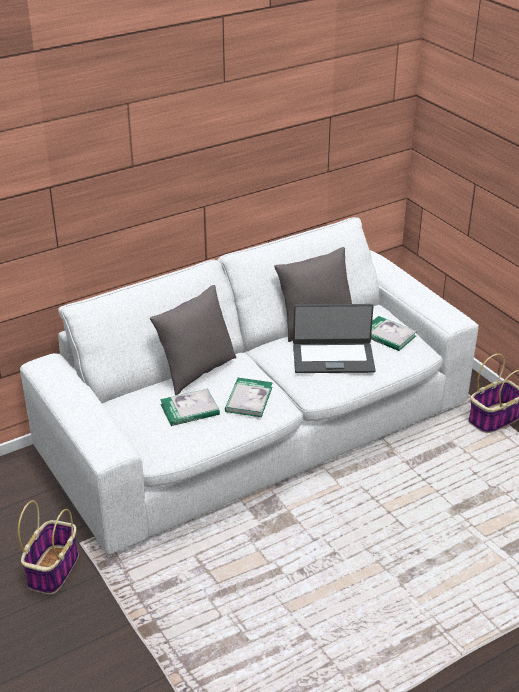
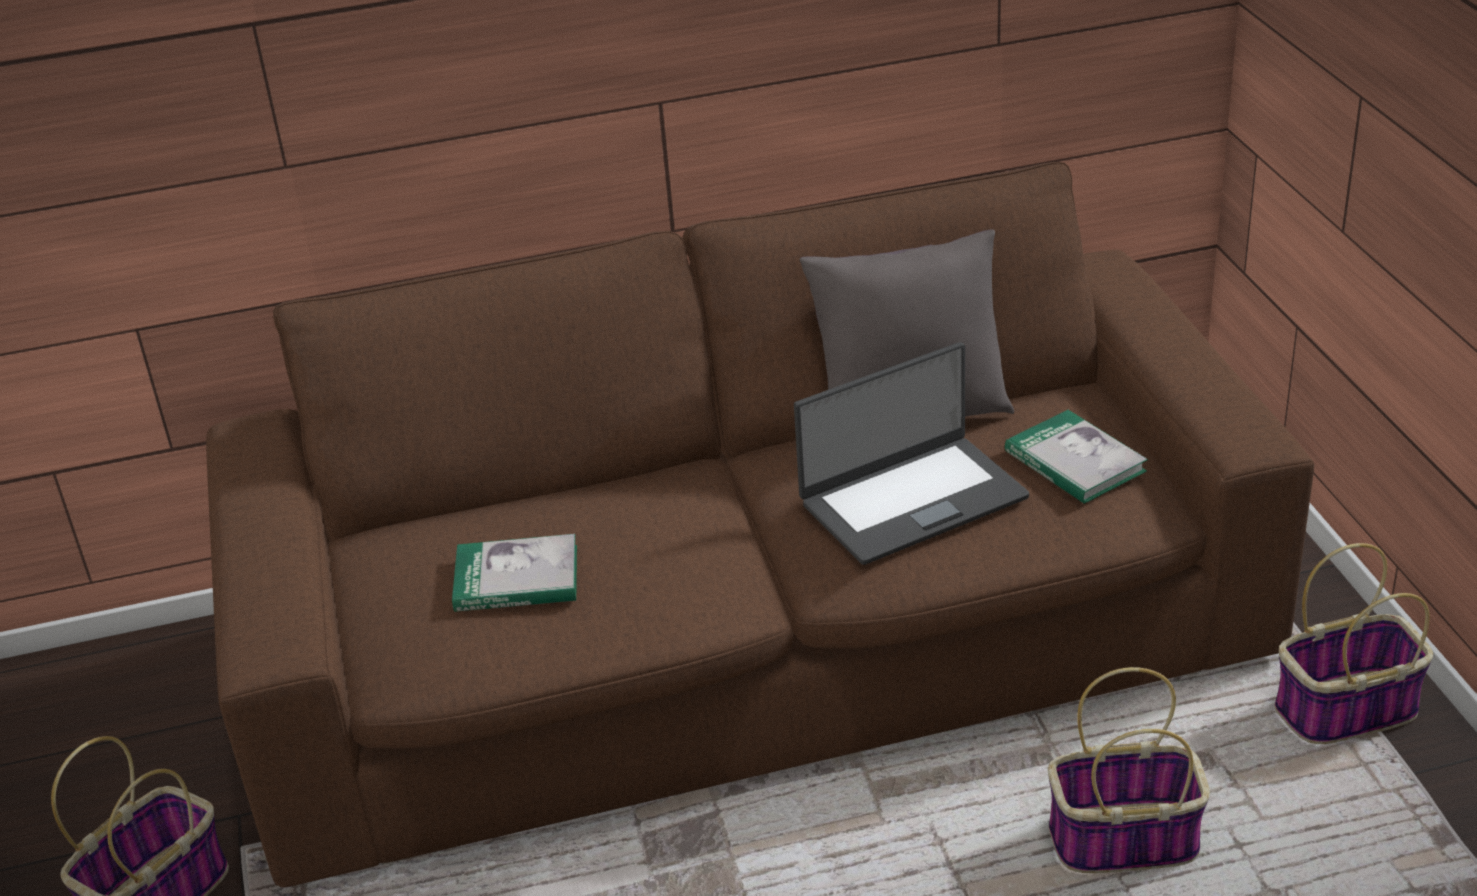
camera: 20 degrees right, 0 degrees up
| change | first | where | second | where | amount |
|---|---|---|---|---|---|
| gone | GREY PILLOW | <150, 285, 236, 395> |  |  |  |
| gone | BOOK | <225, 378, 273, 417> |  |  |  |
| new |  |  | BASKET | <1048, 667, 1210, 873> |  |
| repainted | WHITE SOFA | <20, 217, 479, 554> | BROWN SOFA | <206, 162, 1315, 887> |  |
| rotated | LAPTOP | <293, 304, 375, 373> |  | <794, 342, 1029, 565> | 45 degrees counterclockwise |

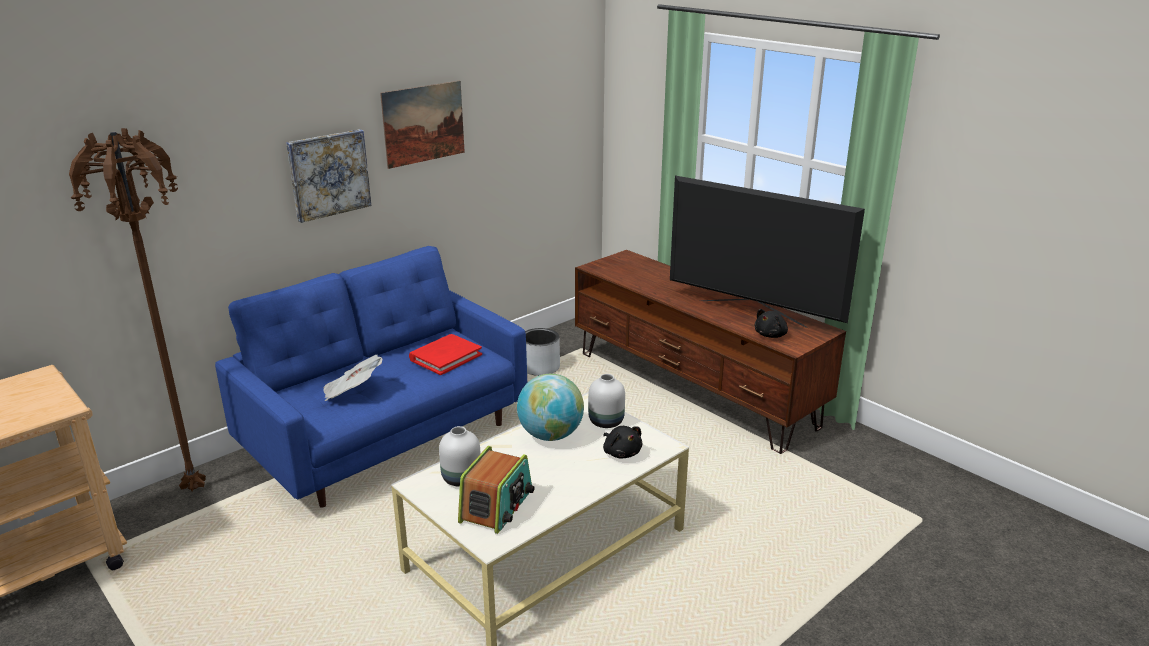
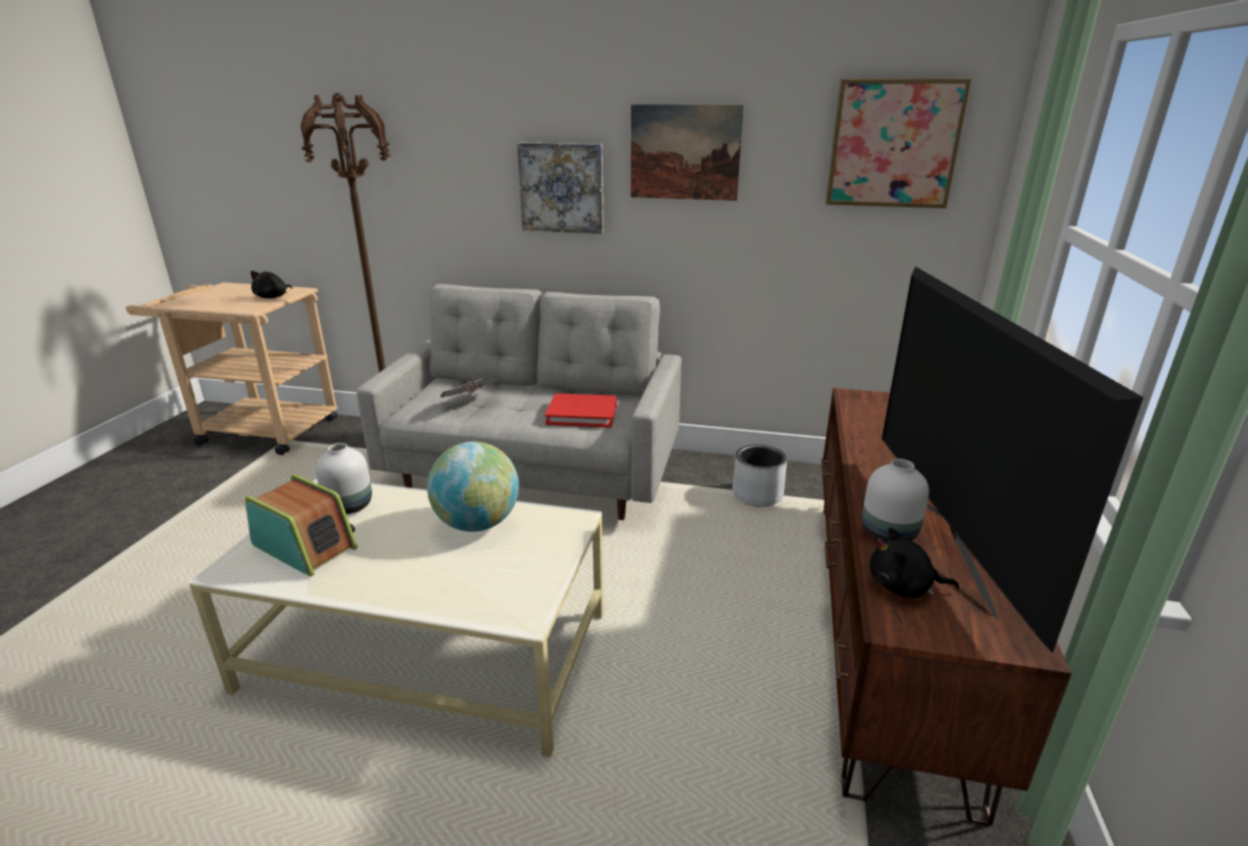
camera: 55 degrees right, 0 degrees up
| change | first | where | second | where | amount |
|---|---|---|---|---|---|
| new |  |  | PICTURE | <826, 79, 972, 208> |  |
| shifted | WHITE VASE | <588, 374, 625, 428> |  | <862, 459, 929, 542> |  |
| shifted | BLACK PLUSH TOY | <603, 426, 642, 458> |  | <251, 270, 292, 298> |  |
| repainted | BLUE SOFA | <215, 246, 527, 508> | GREY SOFA | <357, 284, 682, 520> |  |
| rotated | RADIO | <458, 446, 535, 534> |  | <245, 474, 358, 576> | 135 degrees counterclockwise |

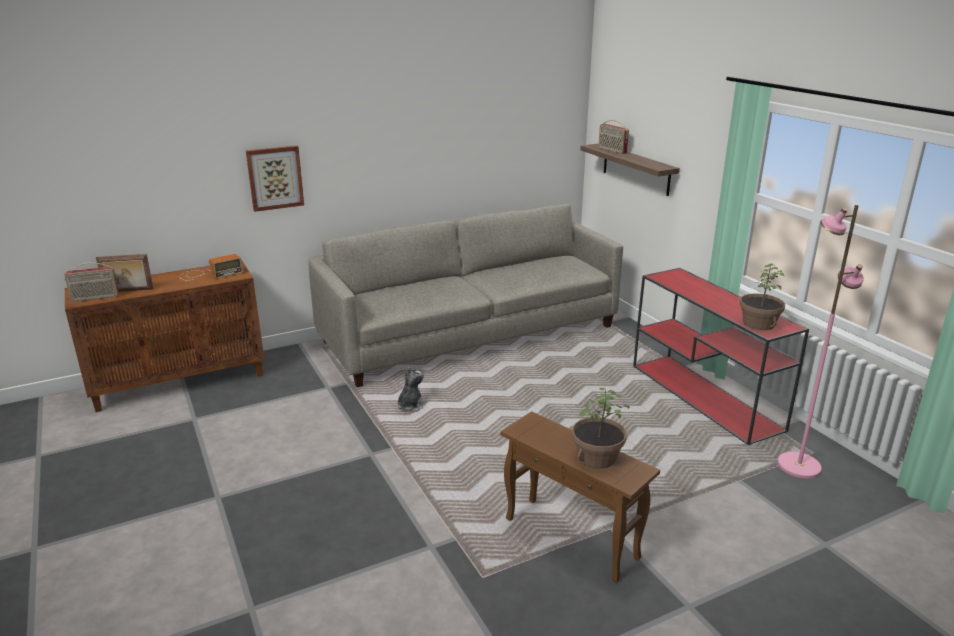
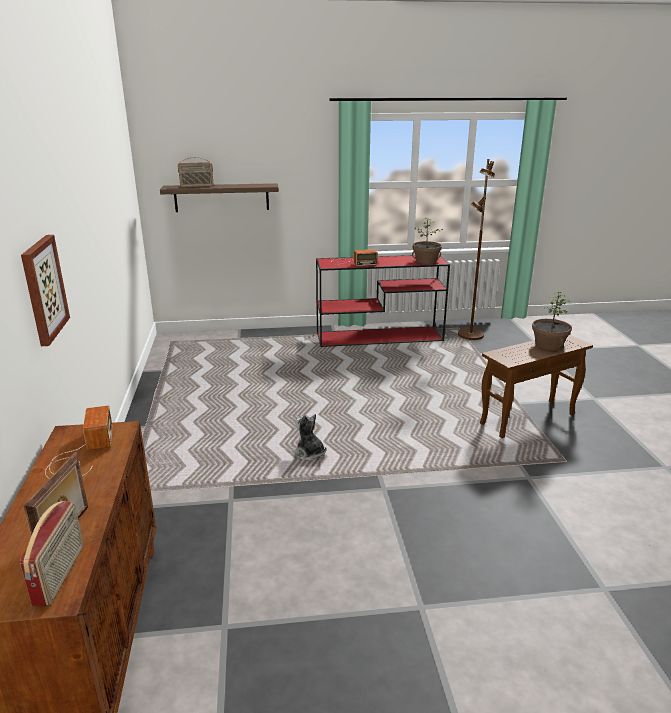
camera: 70 degrees left, 0 degrees up
| change | first | where | second | where | amount |
|---|---|---|---|---|---|
| gone | GREY SOFA | <308, 203, 623, 387> |  |  |  |
| new |  |  | RADIO | <332, 249, 378, 266> |  |
| repainted | PINK FLOOR LAMP | <778, 204, 864, 479> | BROWN FLOOR LAMP | <458, 159, 495, 340> |  |

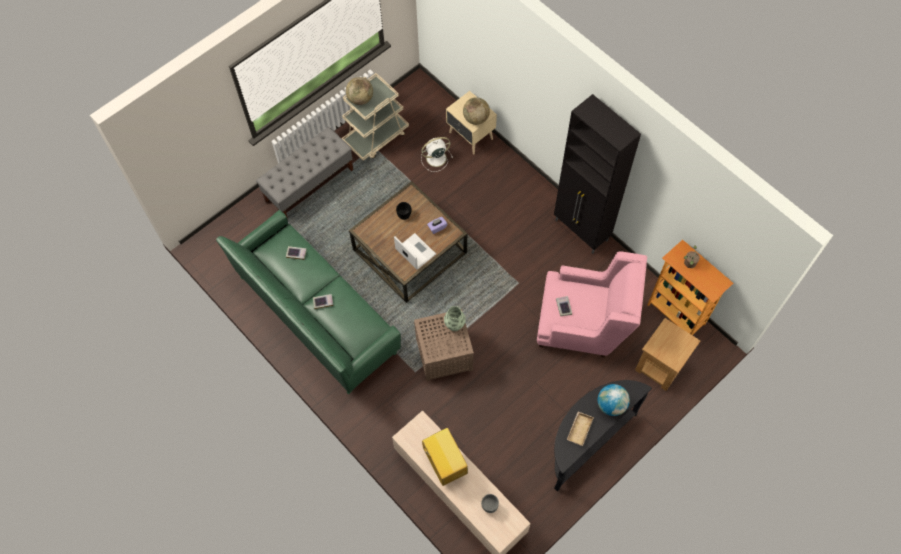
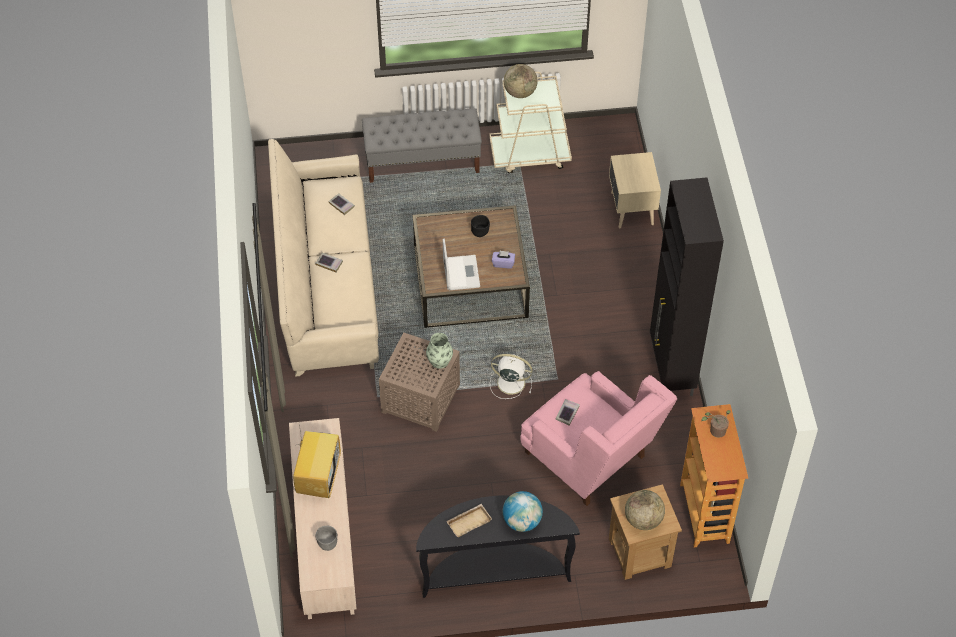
camera: 35 degrees right, 10 degrees down
| change | first | where | second | where | amount |
|---|---|---|---|---|---|
| shifted | WHITE FAN | <421, 137, 453, 172> |  | <490, 354, 532, 399> |  |
| shifted | GLOBE | <463, 97, 490, 125> |  | <625, 490, 665, 530> |  |
| repainted | GREEN SOFA | <216, 210, 401, 394> | BEIGE SOFA | <268, 139, 379, 377> |  |

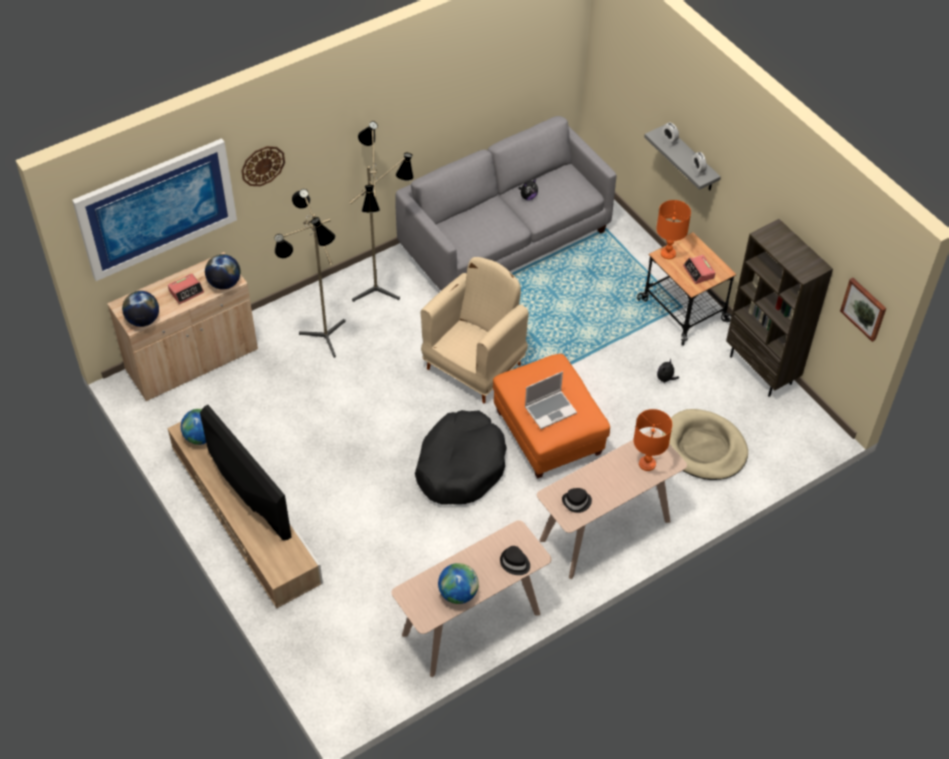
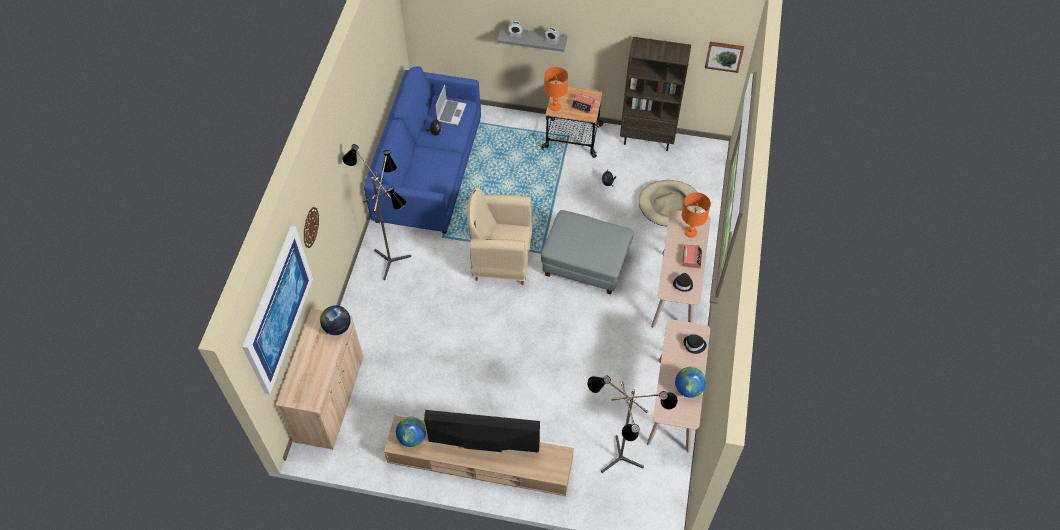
camera: 45 degrees left, 5 degrees up
| change | first | where | second | where | amount |
|---|---|---|---|---|---|
| gone | GLOBE | <122, 291, 159, 327> |  |  |  |
| gone | BLACK DOG BED | <415, 410, 507, 505> |  |  |  |
| shifted | ALARM CLOCK | <168, 273, 204, 304> |  | <682, 244, 702, 268> |  |
| shifted | FLOOR LAMP | <274, 189, 346, 358> |  | <587, 376, 678, 473> |  |
| shifted | LAPTOP | <525, 371, 577, 429> |  | <435, 85, 466, 125> |  |
| repainted | GREY SOFA | <395, 116, 617, 291> | BLUE SOFA | <364, 66, 481, 234> |  |
| repainted | ORANGE OTTOMAN | <493, 354, 610, 479> | GREY OTTOMAN | <541, 210, 634, 294> |  |
| rotated | BEIGE ARMCHAIR | <421, 257, 529, 403> |  | <467, 188, 533, 285> | 75 degrees counterclockwise |

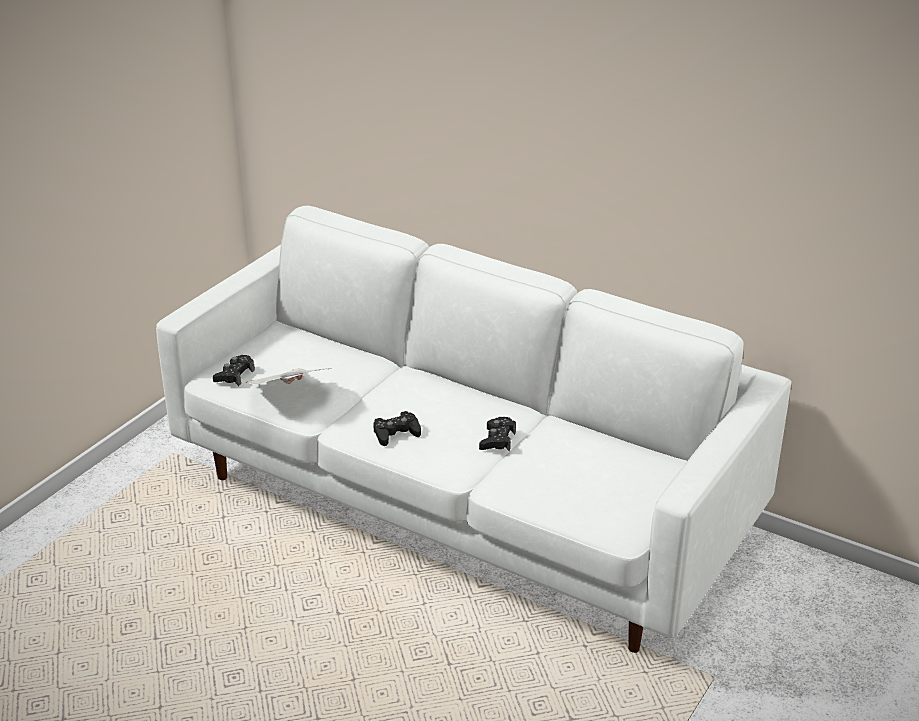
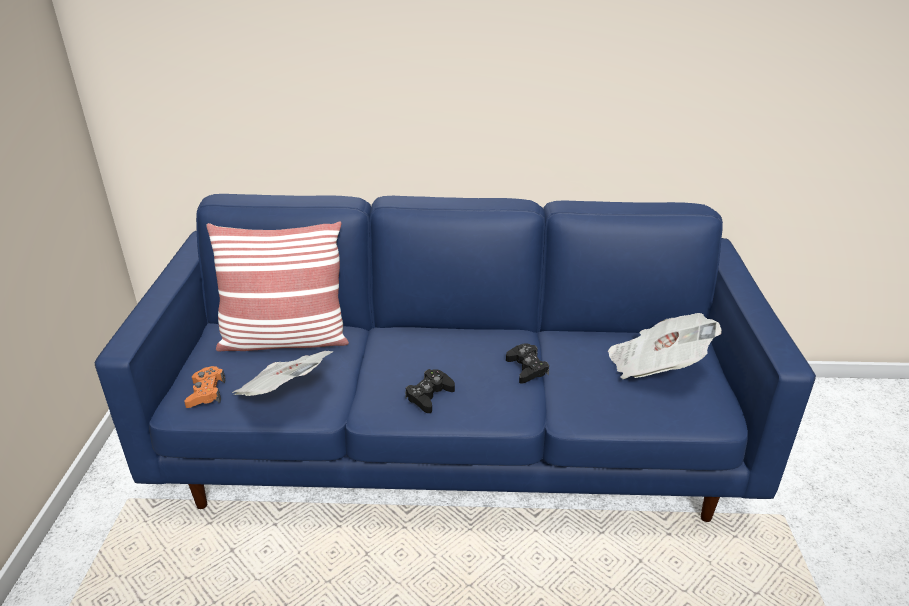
camera: 30 degrees left, 0 degrees up
| change | first | where | second | where | amount |
|---|---|---|---|---|---|
| new |  |  | PILLOW | <207, 221, 349, 351> |  |
| new |  |  | NEWSPAPER | <608, 313, 722, 379> |  |
| repainted | WHITE SOFA | <156, 206, 791, 653> | BLUE SOFA | <95, 194, 816, 522> |  |
| repainted | BLACK GAME CONTROLLER | <213, 355, 255, 386> | ORANGE GAME CONTROLLER | <184, 366, 225, 408> |  |

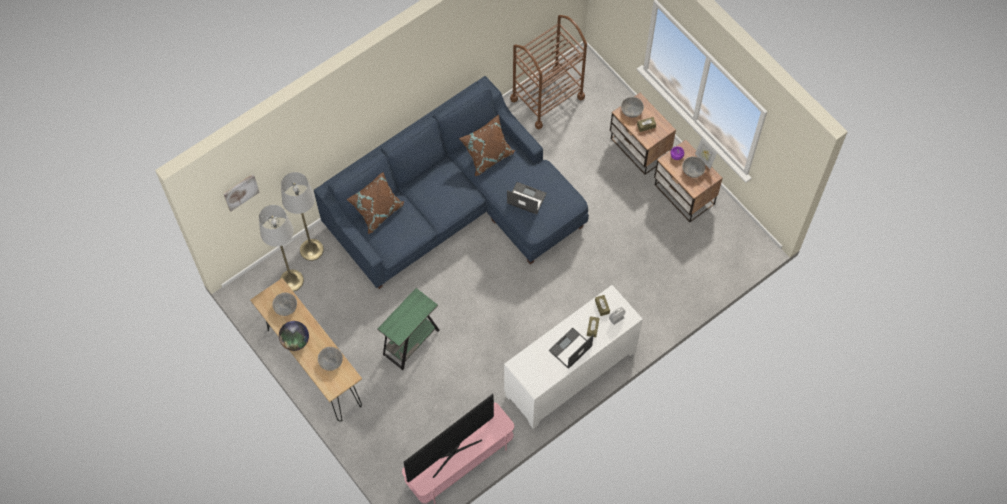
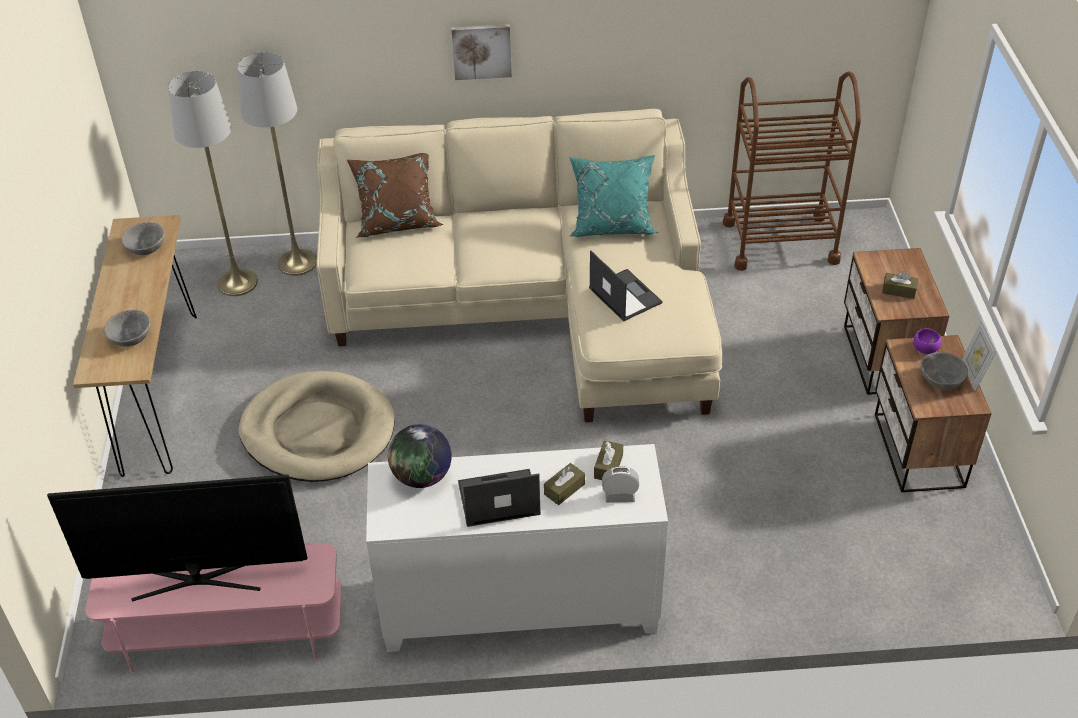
camera: 35 degrees right, 20 degrees down
| change | first | where | second | where | amount |
|---|---|---|---|---|---|
| gone | GREY BOWL | <621, 97, 644, 118> |  |  |  |
| shifted | PICTURE | <223, 174, 260, 211> |  | <451, 24, 512, 80> |  |
| shifted | GLOBE | <279, 321, 309, 351> |  | <388, 424, 452, 488> |  |
| swapped | GREEN SIDE TABLE | <377, 288, 439, 370> | BEIGE DOG BED | <238, 371, 395, 482> |  |
| repainted | BLUE SOFA | <314, 76, 589, 289> | BEIGE SOFA | <316, 109, 722, 422> |  |
| repainted | BROWN PILLOW | <459, 114, 515, 176> | TURQUOISE PILLOW | <569, 155, 658, 237> |  |

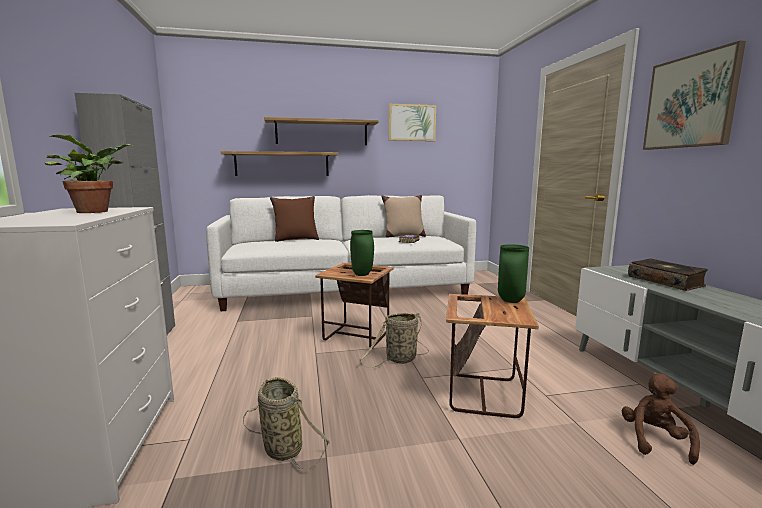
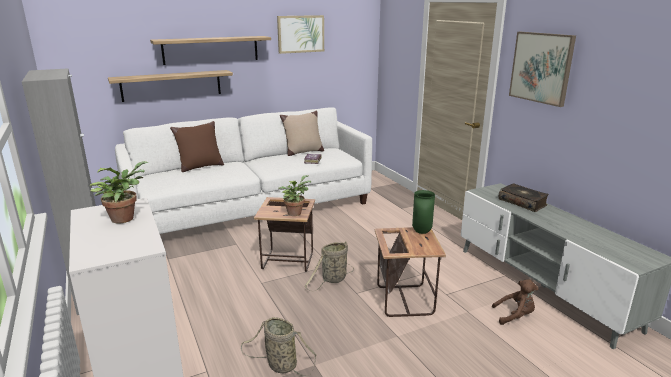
camera: 15 degrees left, 10 degrees up
| change | first | where | second | where | amount |
|---|---|---|---|---|---|
| swapped | GREEN VASE | <350, 230, 374, 276> | POTTED PLANT | <278, 175, 311, 216> |  |
| rotated | BROWN PLUSH TOY | <621, 373, 700, 465> |  | <492, 280, 539, 325> | 90 degrees clockwise |

